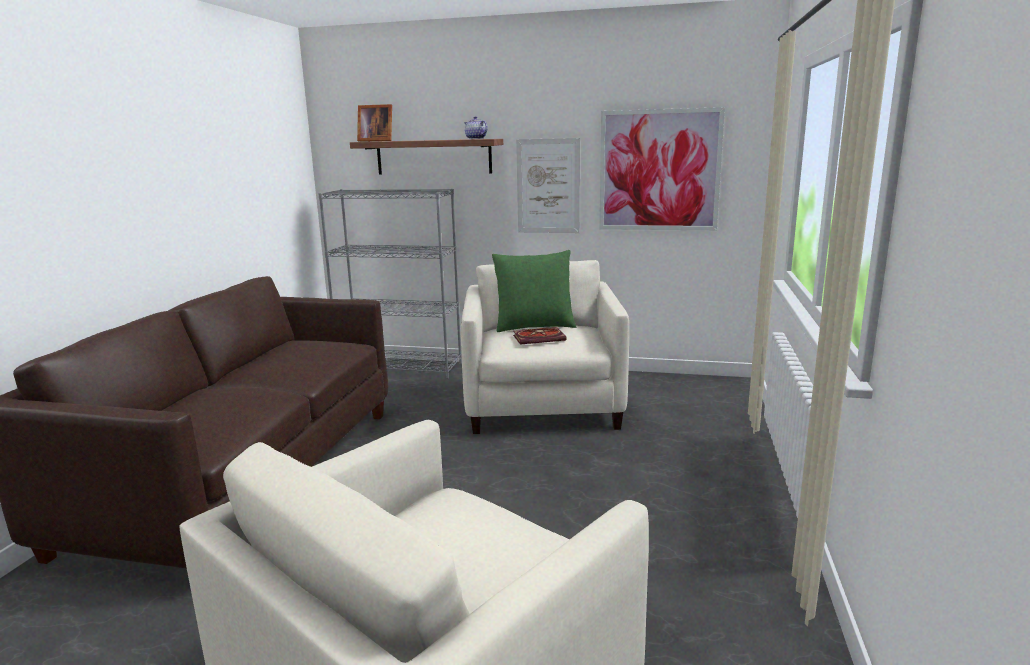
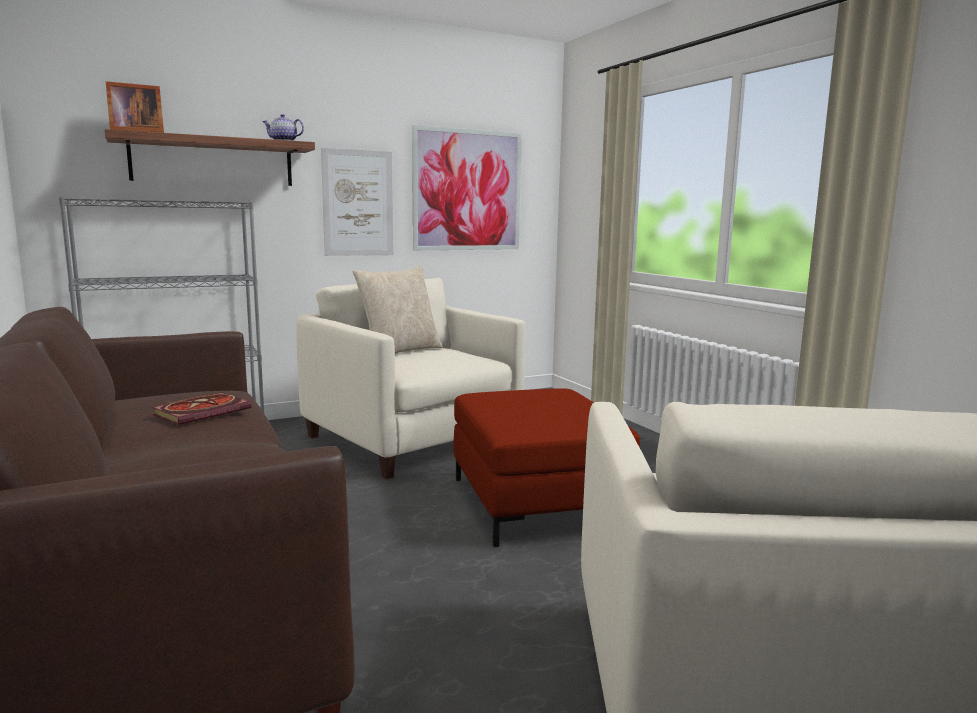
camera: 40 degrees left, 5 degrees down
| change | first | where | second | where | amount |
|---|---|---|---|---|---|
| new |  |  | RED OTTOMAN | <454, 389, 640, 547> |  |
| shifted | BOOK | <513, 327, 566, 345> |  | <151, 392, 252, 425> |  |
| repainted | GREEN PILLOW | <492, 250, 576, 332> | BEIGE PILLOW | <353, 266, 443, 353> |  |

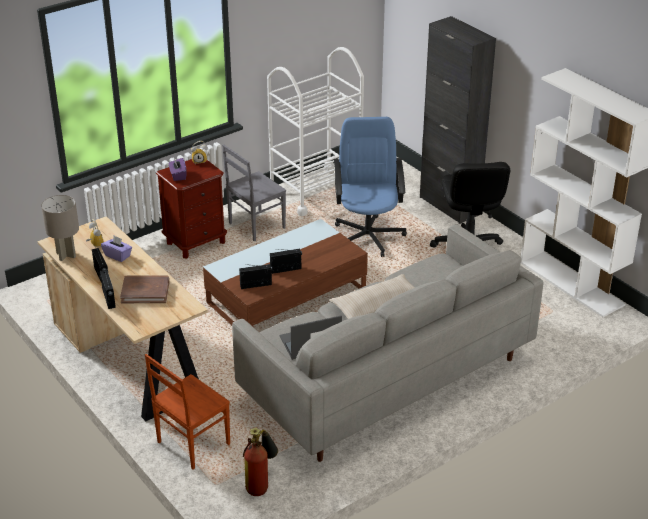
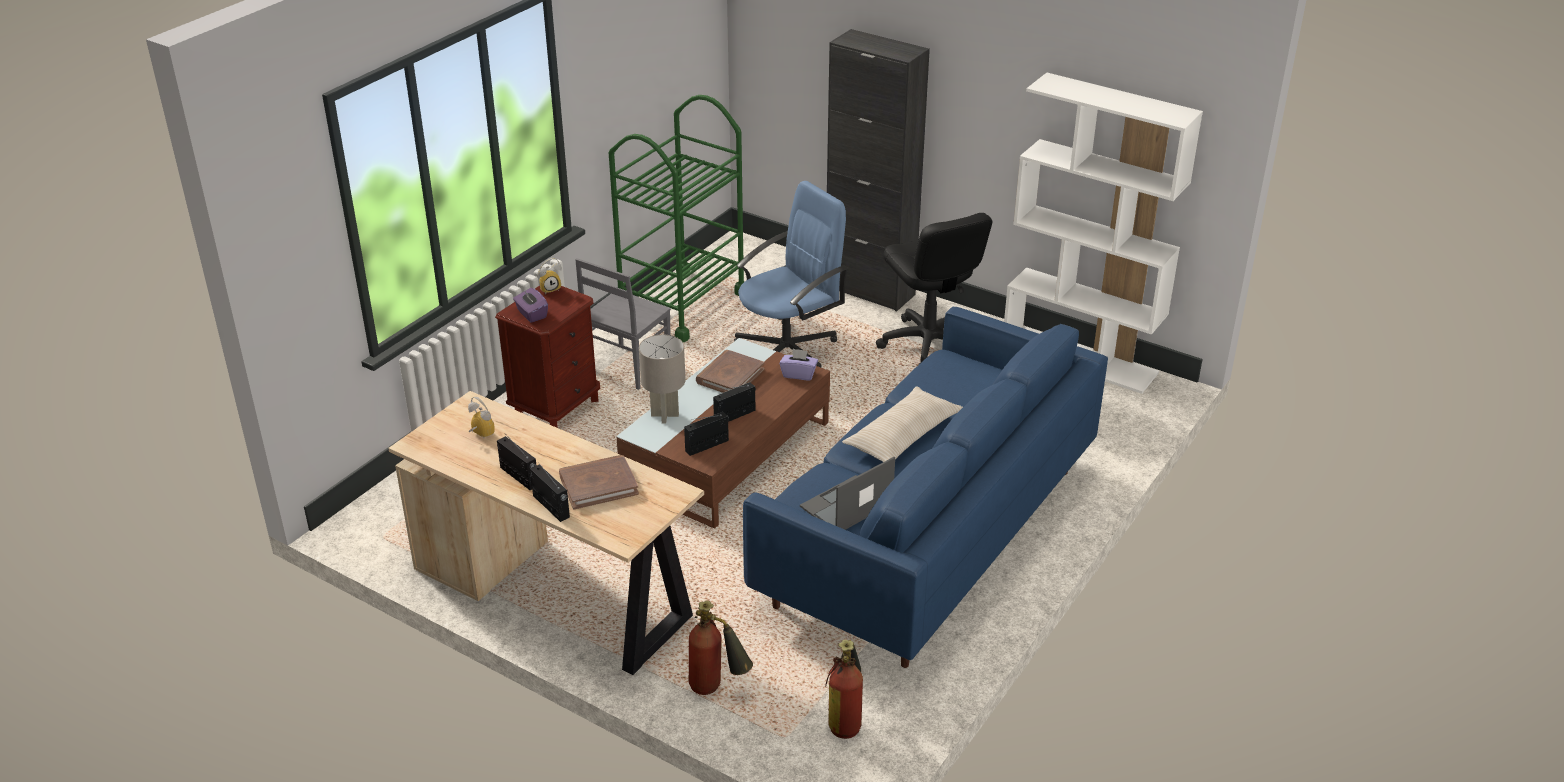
camera: 20 degrees left, 0 degrees up
| change | first | where | second | where | amount |
|---|---|---|---|---|---|
| new |  |  | BROWN BOOK | <696, 350, 764, 393> |  |
| shifted | GREY TABLE LAMP | <41, 195, 79, 261> |  | <639, 334, 686, 423> |  |
| shifted | PURPLE TISSUE BOX | <101, 236, 132, 262> |  | <780, 349, 818, 381> |  |
| swapped | BROWN CHAIR | <145, 354, 230, 470> | FIRE EXTINGUISHER | <689, 600, 753, 695> |  |
| repainted | GREY SOFA | <232, 224, 544, 462> | BLUE SOFA | <743, 307, 1108, 668> |  |
| repainted | WHITE CART | <267, 47, 364, 216> | GREEN CART | <609, 95, 744, 343> |  |
| rotated | BLUE OFFICE CHAIR | <334, 117, 407, 257> |  | <734, 181, 849, 367> | 75 degrees clockwise |

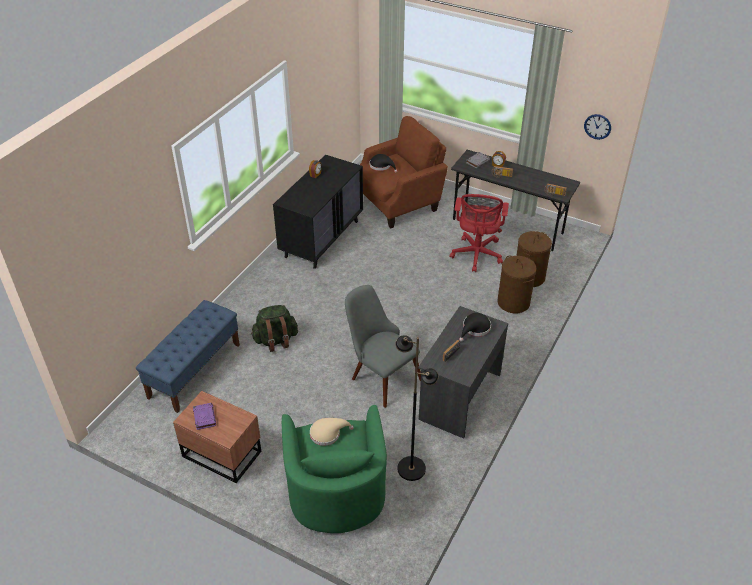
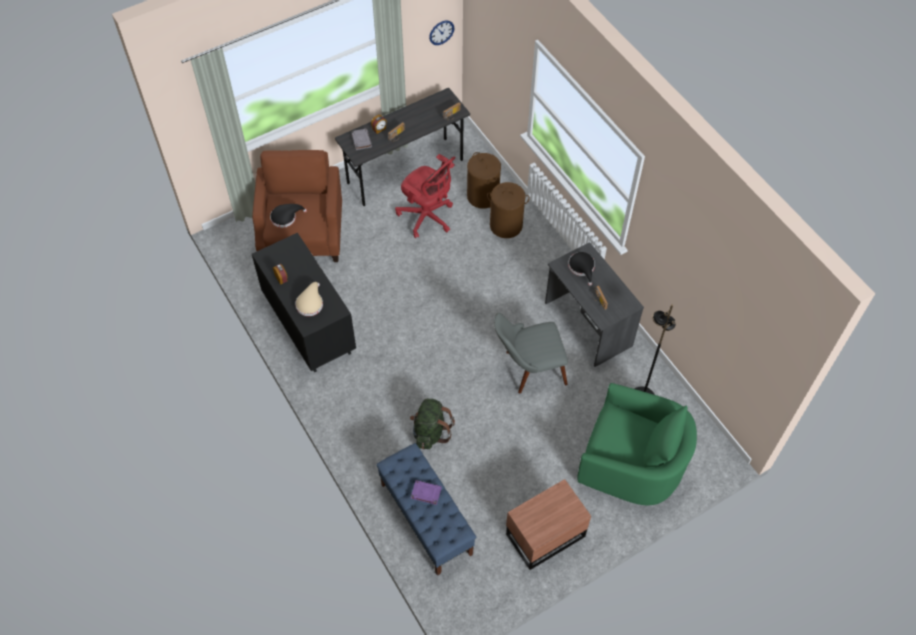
camera: 60 degrees left, 15 degrees up
| change | first | where | second | where | amount |
|---|---|---|---|---|---|
| shifted | PURPLE BOOK | <193, 403, 216, 430> |  | <411, 480, 442, 505> |  |
| shifted | BEIGE HAT | <310, 418, 354, 446> |  | <295, 282, 323, 316> |  |

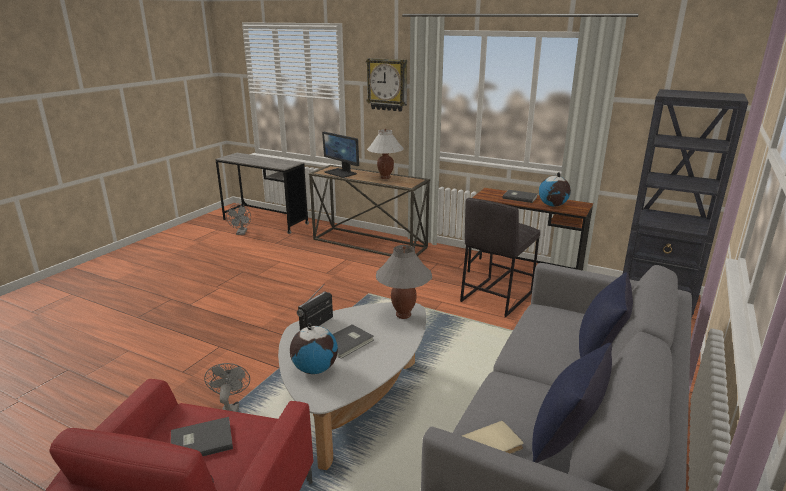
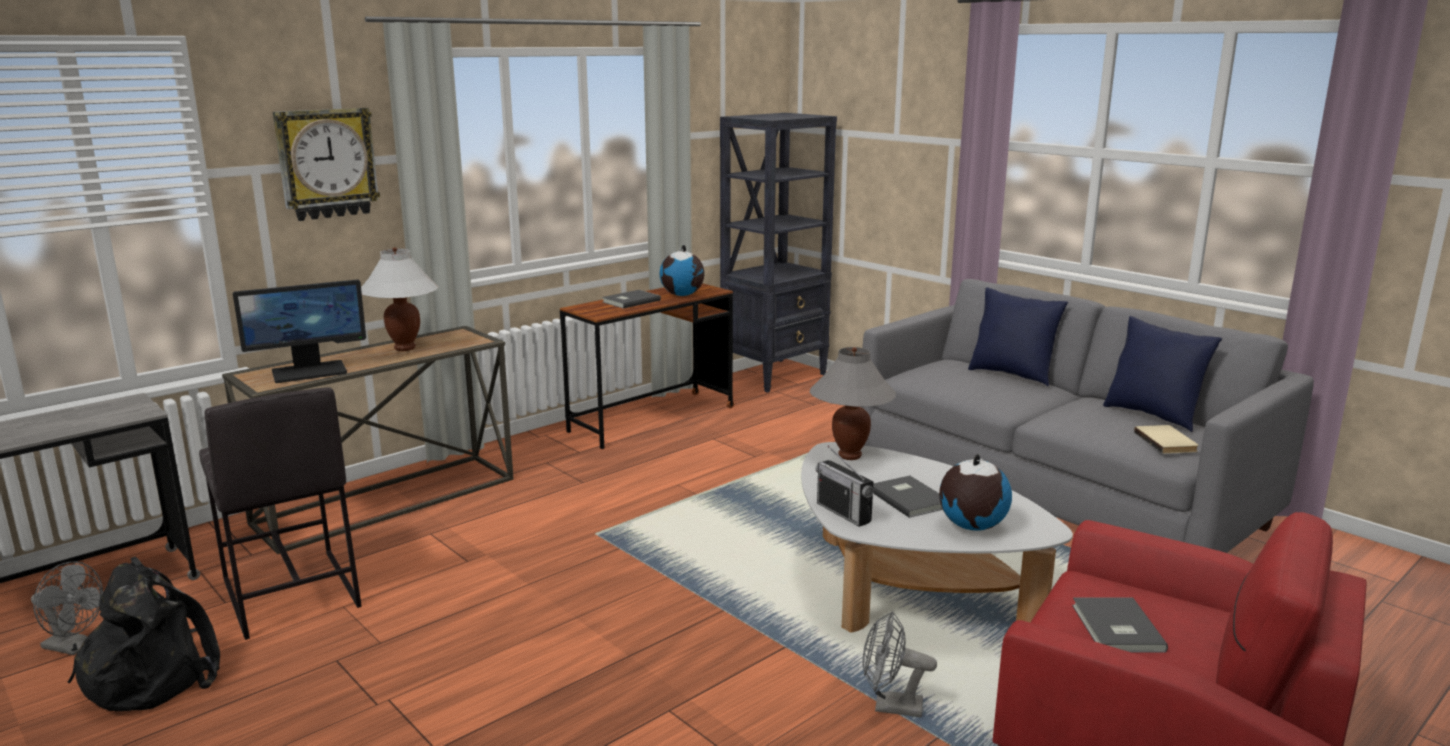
camera: 70 degrees left, 5 degrees down
| change | first | where | second | where | amount |
|---|---|---|---|---|---|
| new |  |  | BLACK BACKPACK | <68, 557, 220, 711> |  |
| shifted | GREY STOOL | <460, 198, 540, 317> |  | <199, 387, 362, 640> |  |

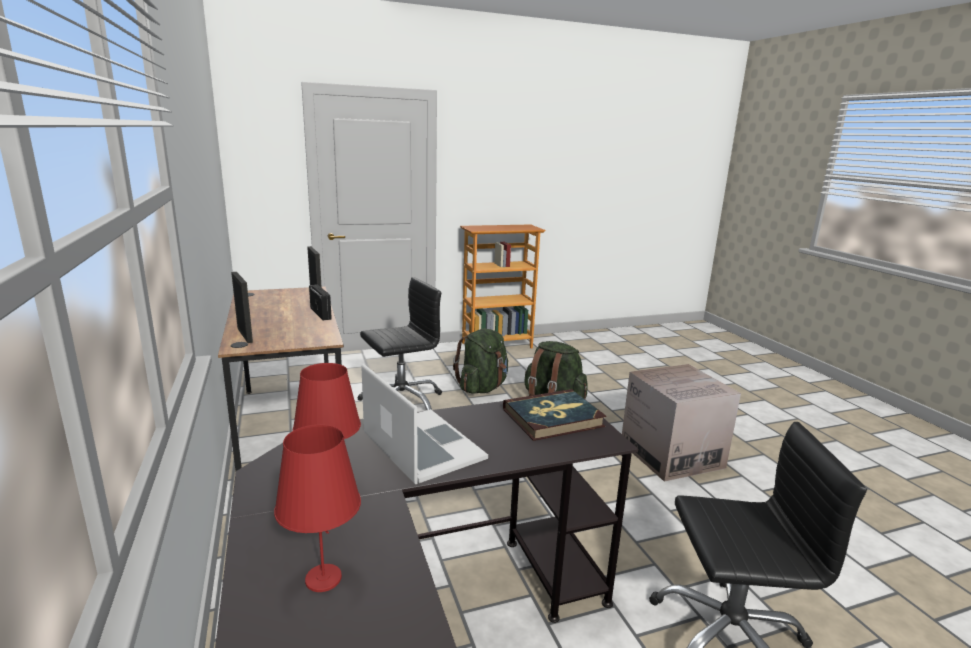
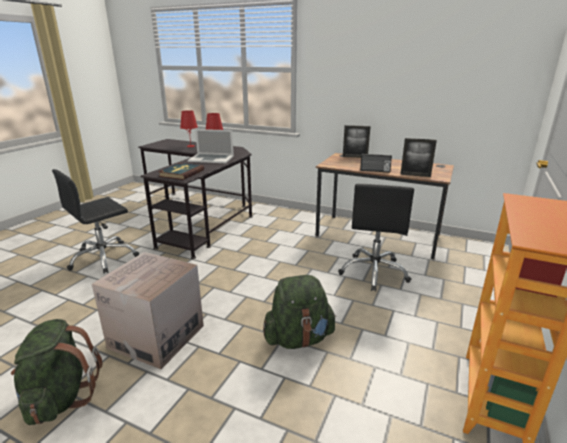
camera: 135 degrees right, 5 degrees up
| change | first | where | second | where | amount |
|---|---|---|---|---|---|
| shifted | GREEN BACKPACK | <453, 329, 508, 394> |  | <11, 319, 103, 425> |  |

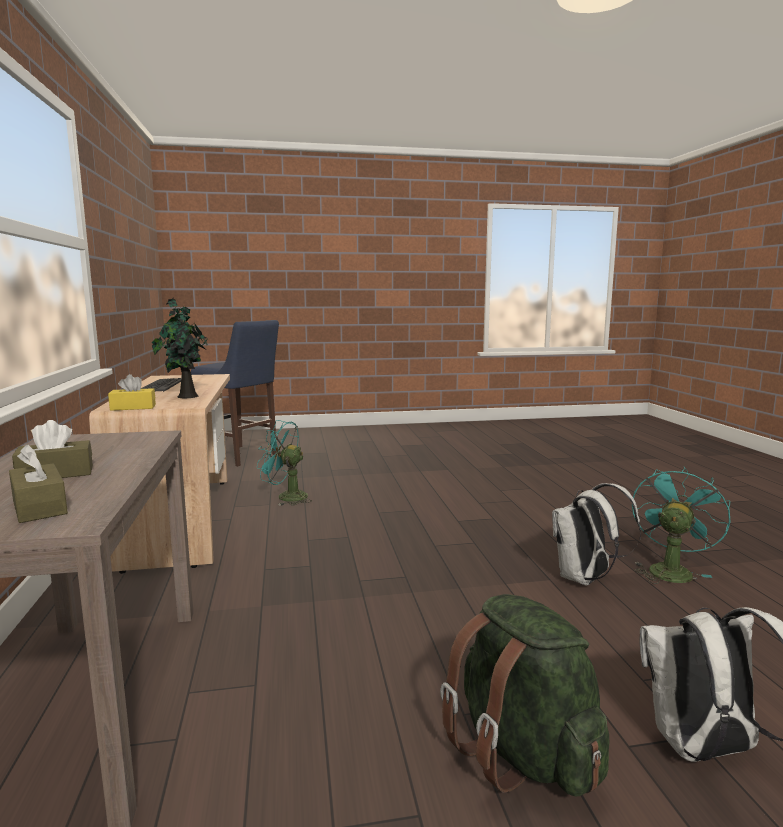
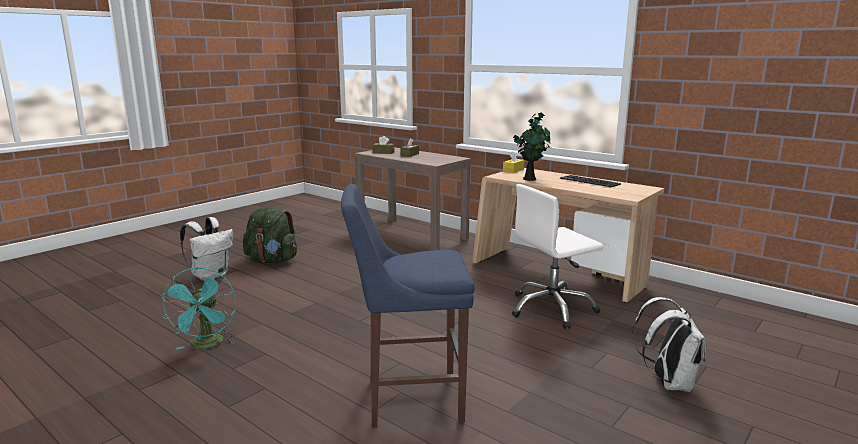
camera: 140 degrees right, 5 degrees up
| change | first | where | second | where | amount |
|---|---|---|---|---|---|
| shifted | BLUE STOOL | <191, 320, 279, 466> |  | <341, 184, 474, 428> |  |
| shifted | WHITE BACKPACK | <552, 483, 641, 586> |  | <632, 297, 706, 392> |  |
| swapped | TURQUOISE FAN | <257, 420, 312, 505> | WHITE OFFICE CHAIR | <512, 184, 603, 329> |  |

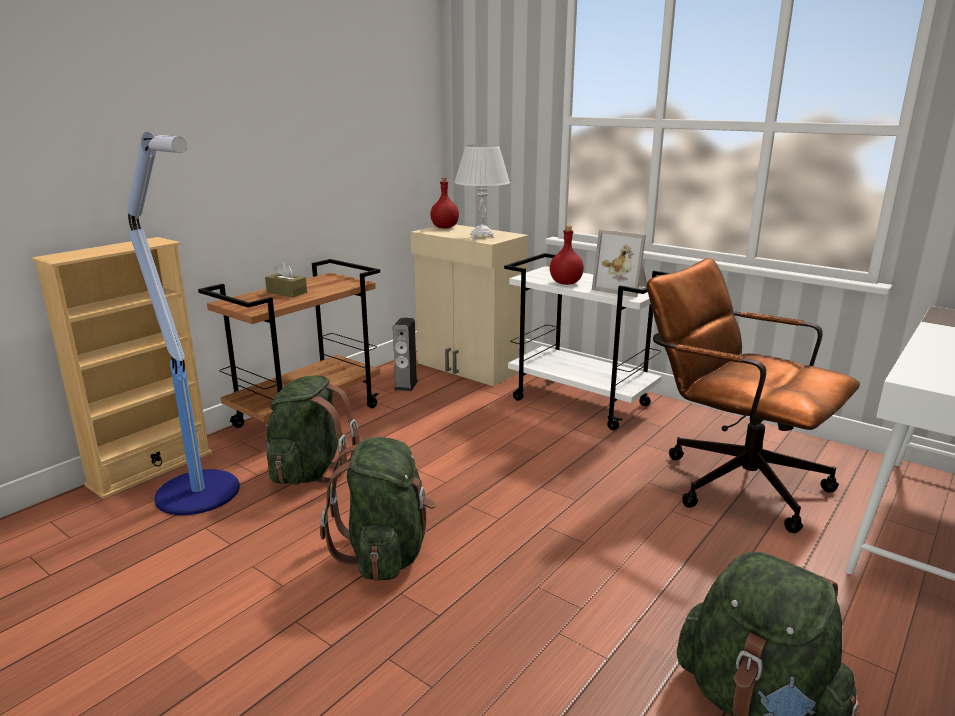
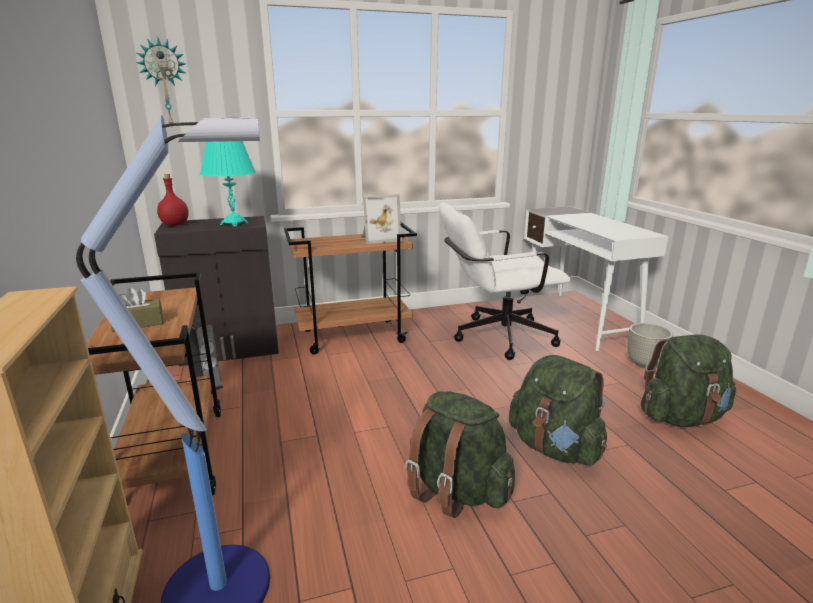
camera: 55 degrees left, 0 degrees up
| change | first | where | second | where | amount |
|---|---|---|---|---|---|
| gone | RED BOTTLE | <550, 226, 584, 285> |  |  |  |
| new |  |  | WALL CLOCK | <136, 38, 186, 128> |  |
| new |  |  | GREY PLANTER | <627, 323, 673, 368> |  |
| shifted | GREEN BACKPACK | <265, 375, 360, 485> |  | <509, 355, 607, 466> |  |
| repainted | BEIGE CABINET | <411, 225, 529, 386> | BLACK CABINET | <154, 216, 279, 366> |  |
| repainted | WHITE TABLE LAMP | <454, 145, 510, 239> | TURQUOISE TABLE LAMP | <200, 141, 256, 227> |  |
| repainted | WHITE CART | <504, 253, 670, 430> | BROWN CART | <284, 222, 417, 354> |  |
| repainted | BROWN OFFICE CHAIR | <647, 258, 860, 533> | WHITE OFFICE CHAIR | <439, 203, 571, 360> |  |

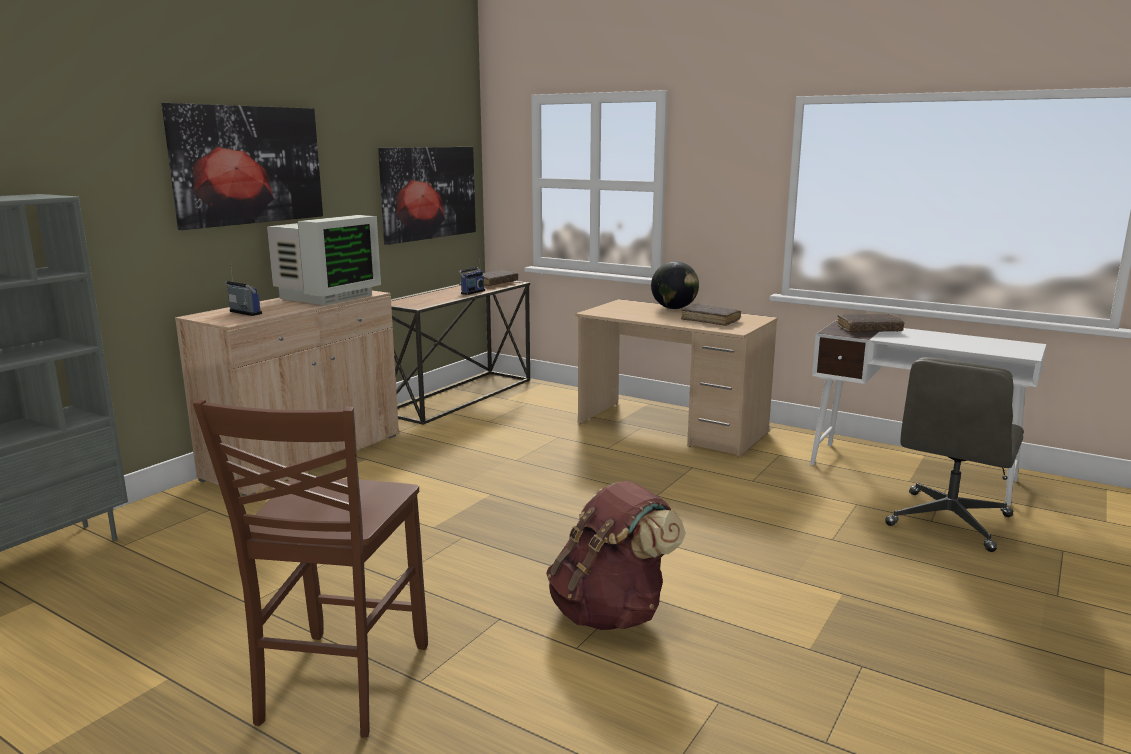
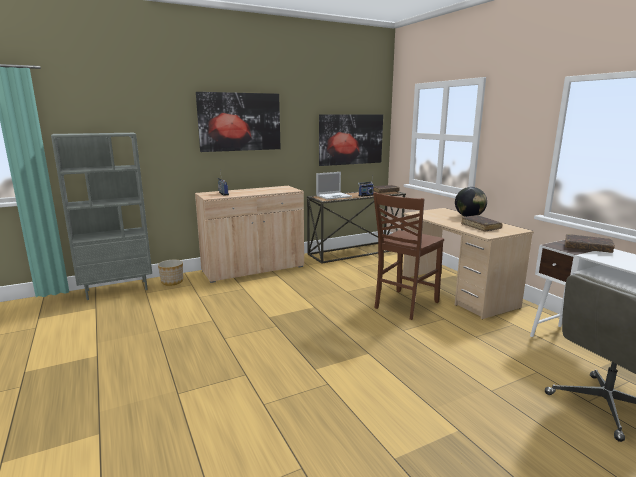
camera: 30 degrees right, 0 degrees up
| change | first | where | second | where | amount |
|---|---|---|---|---|---|
| gone | MONITOR | <267, 215, 381, 305> |  |  |  |
| gone | BROWN BACKPACK | <546, 481, 686, 630> |  |  |  |
| new |  |  | PLANTER | <158, 260, 183, 286> |  |
| new |  |  | LAPTOP | <316, 172, 352, 200> |  |
| shifted | BROWN CHAIR | <193, 399, 428, 738> |  | <373, 192, 444, 320> |  |

